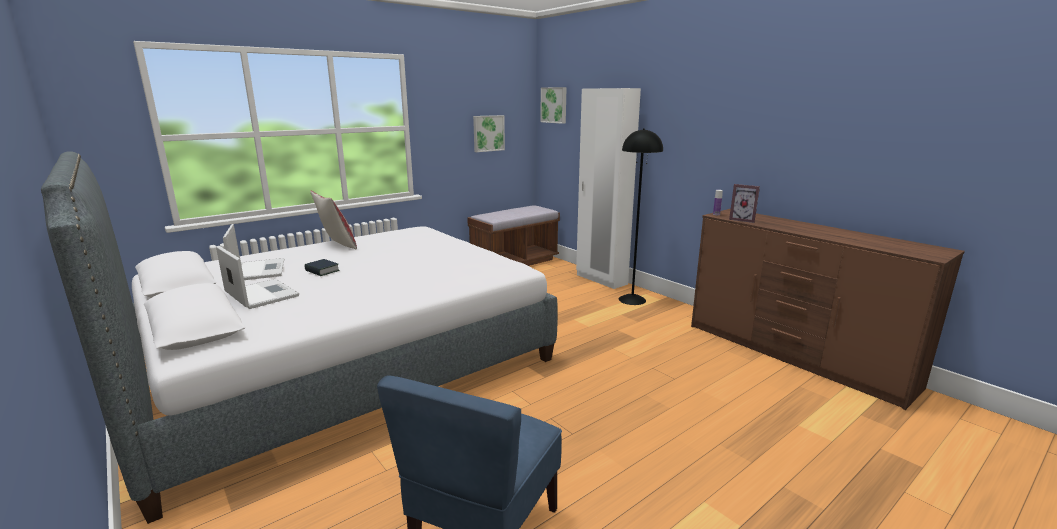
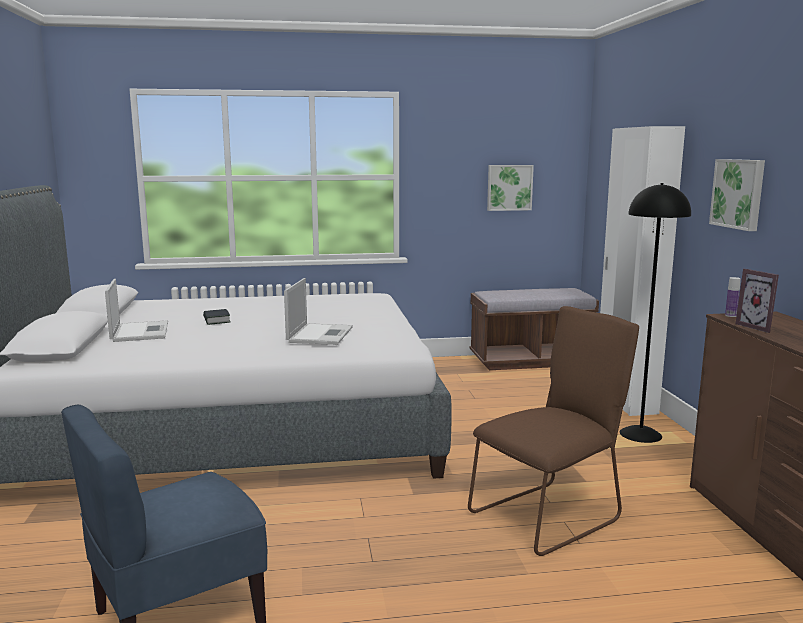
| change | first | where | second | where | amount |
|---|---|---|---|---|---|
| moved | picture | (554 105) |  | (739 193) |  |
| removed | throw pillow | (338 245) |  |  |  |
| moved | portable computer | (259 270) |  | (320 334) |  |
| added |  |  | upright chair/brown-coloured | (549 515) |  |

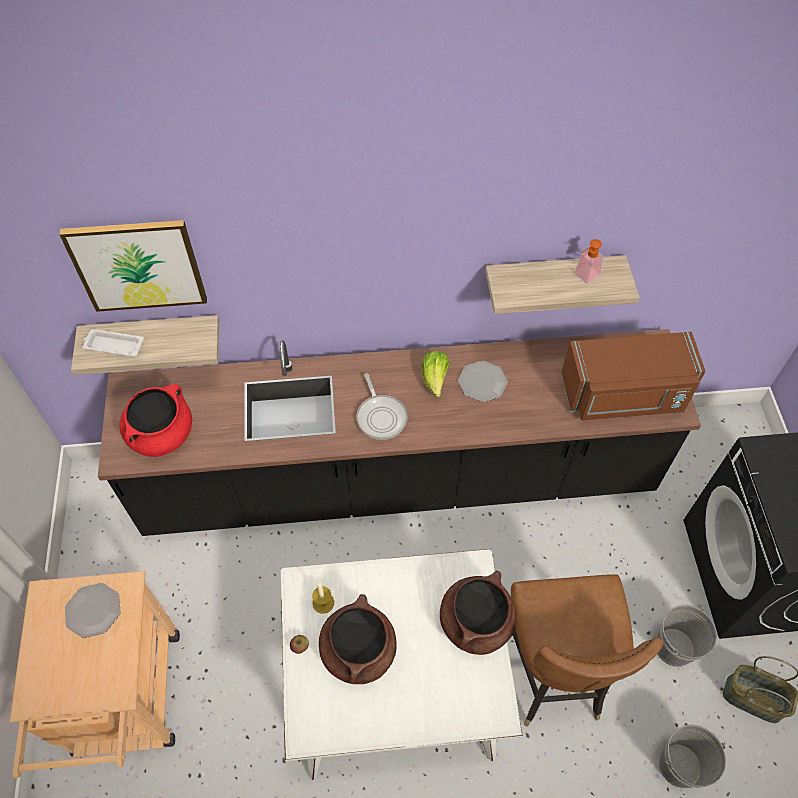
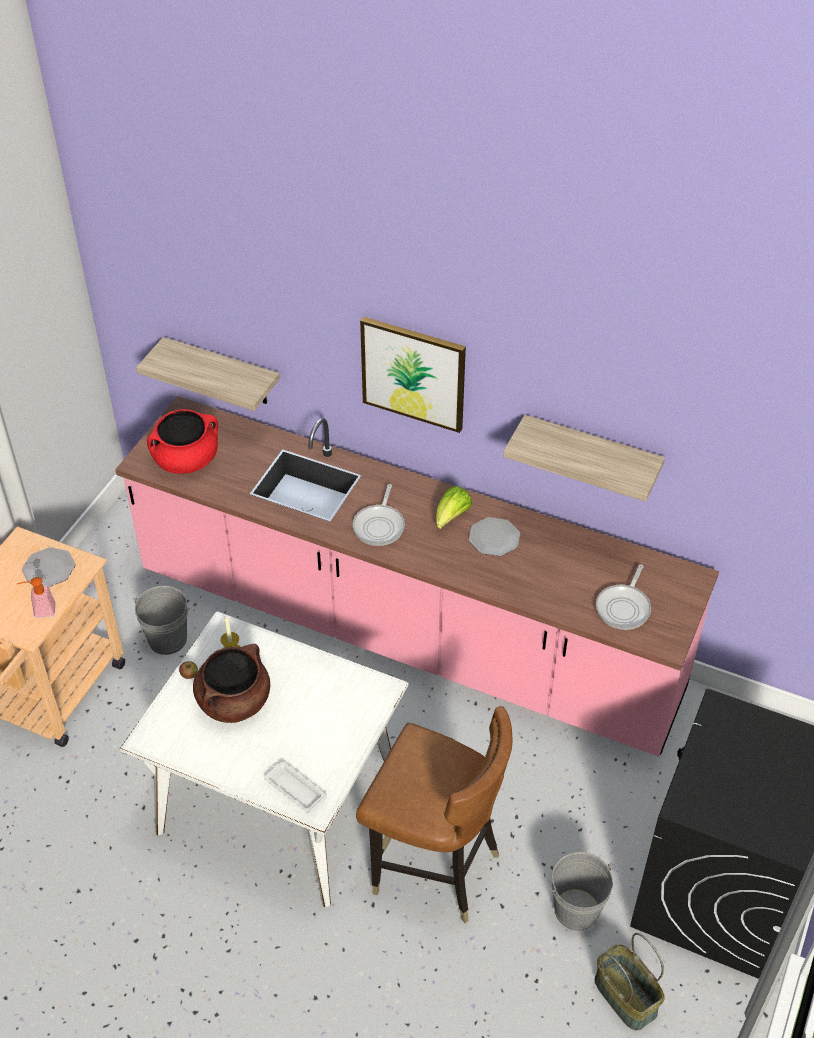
| change | first | where | second | where | amount |
|---|---|---|---|---|---|
| moved | picture | (138 265) |  | (413 373) |  |
| moved | soap bottle | (583 276) |  | (40 610) |  |
| moved | carrying tray/white-coloured | (113 345) |  | (294 789) |  |
| recoloured | kitchen counter/blackish | (399 481) | kitchen counter/pink | (406 633) |  |
| replaced | microwave oven/brown-coloured | (624 395) | pan | (624 607) |  |
| removed | saucepot/brown-coloured | (475 622) |  |  |  |
| turned | upright chair/brown-coloured | (552 674) |  | (434 868) | 90 degrees counterclockwise |
| moved | bucket/gray | (680 765) |  | (168 639) |  |

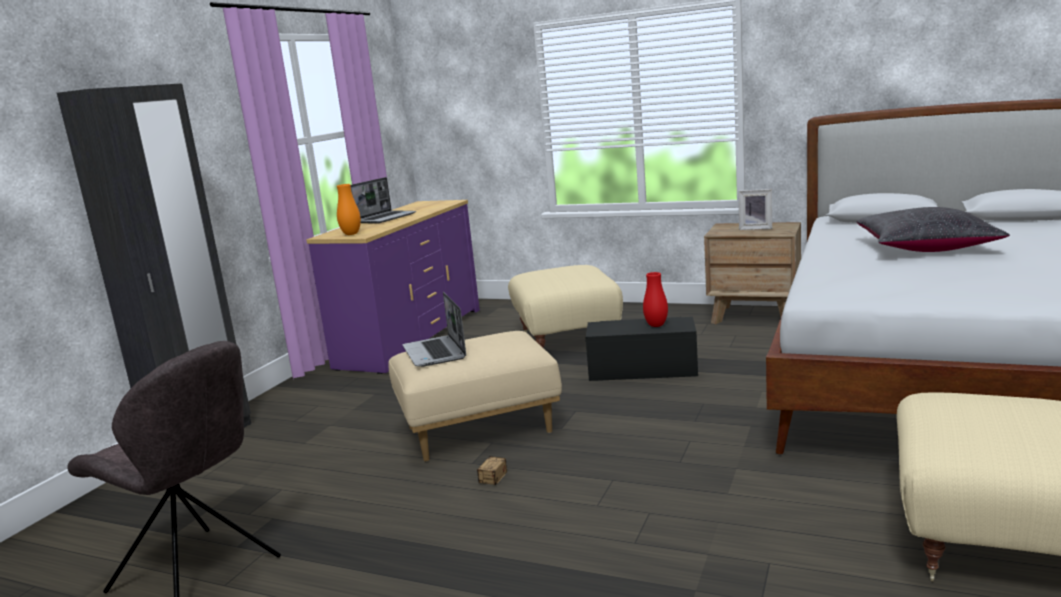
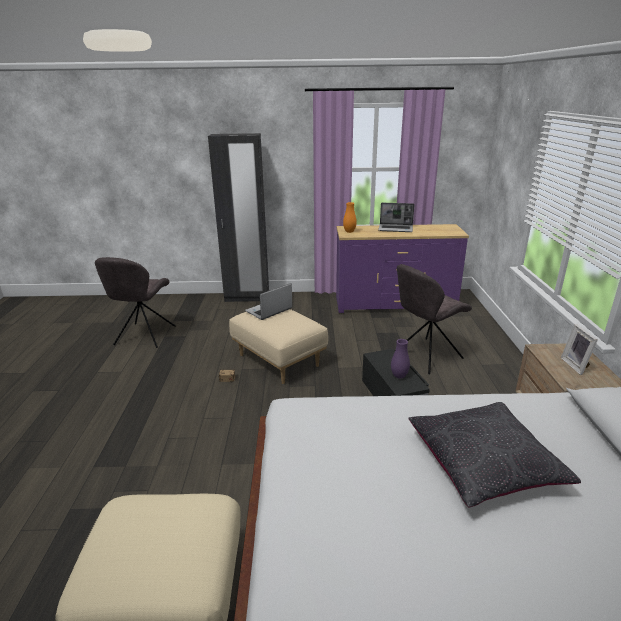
| change | first | where | second | where | amount |
|---|---|---|---|---|---|
| replaced | footrest/beige | (566 341) | upright chair/gray | (425 356) |  |
| recoloured | decorative vase/red | (656 325) | decorative vase/purple-coloured | (399 376) |  |

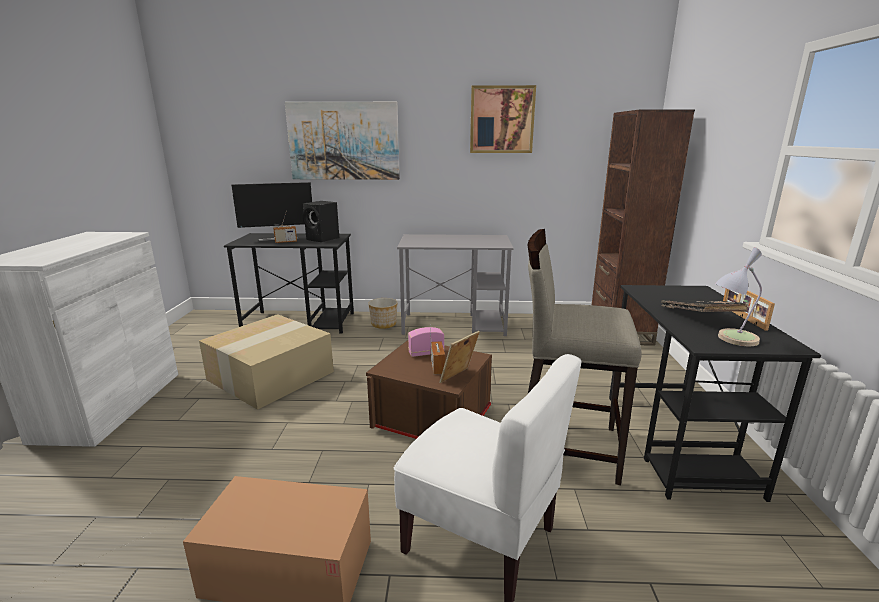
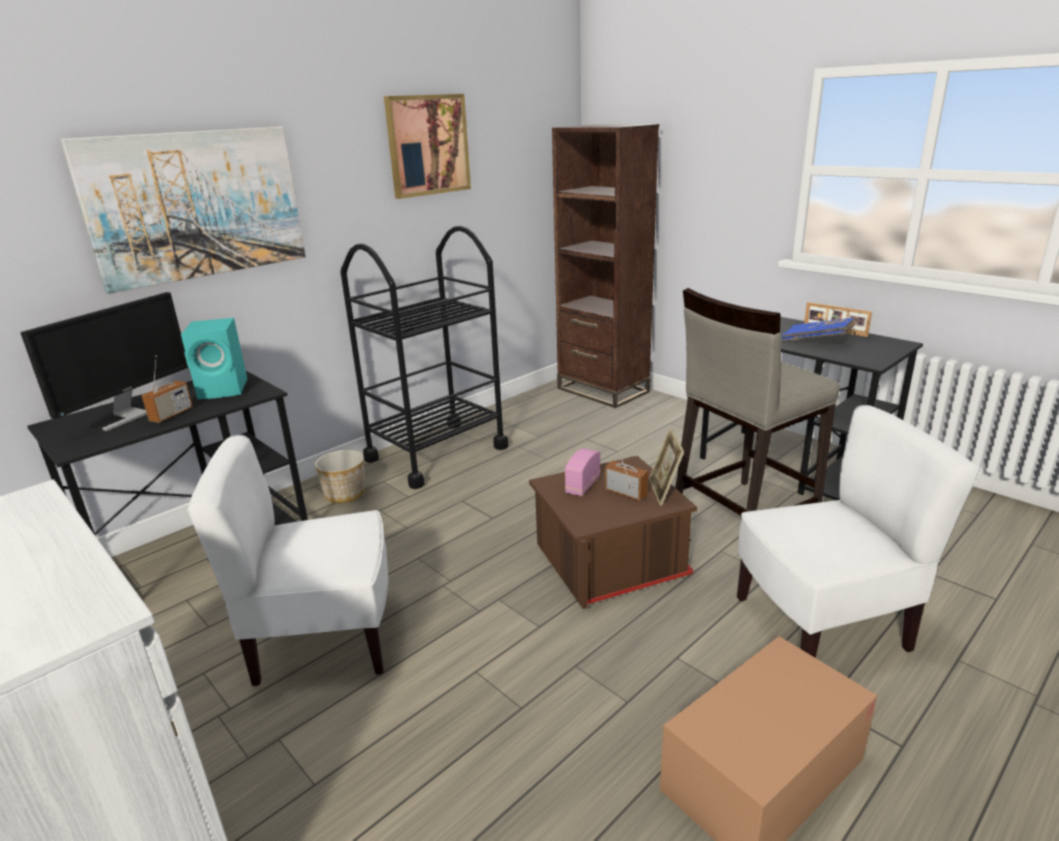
| change | first | where | second | where | amount |
|---|---|---|---|---|---|
| recoloured | audio speaker/blackish | (323 239) | audio speaker/turquoise-coloured | (225 389) |  |
| replaced | desk unit/gray | (455 324) | cart/blackish | (436 453) |  |
| removed | tabletop lamp | (730 339) |  |  |  |
| recoloured | volume/blackish | (699 317) | volume/bluish | (816 341) |  |
| replaced | cardboard box | (271 375) | upright chair/white-coloured | (324 639) |  |

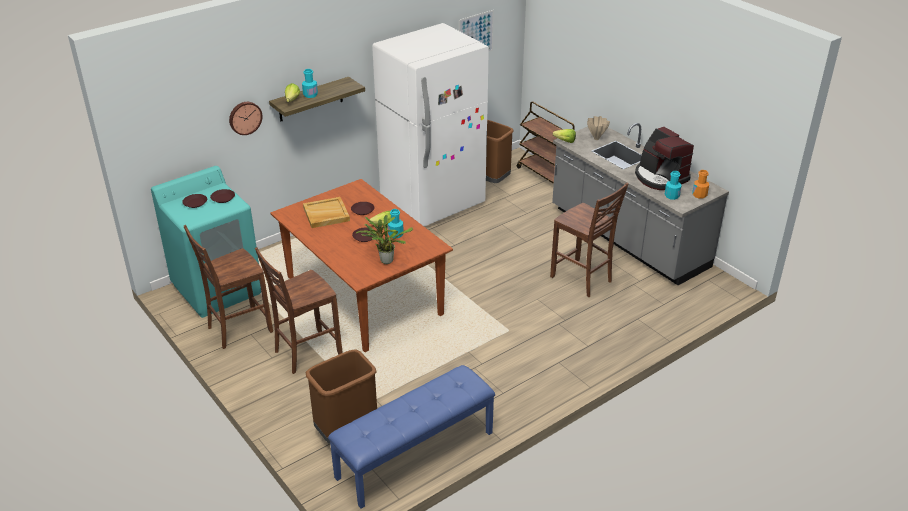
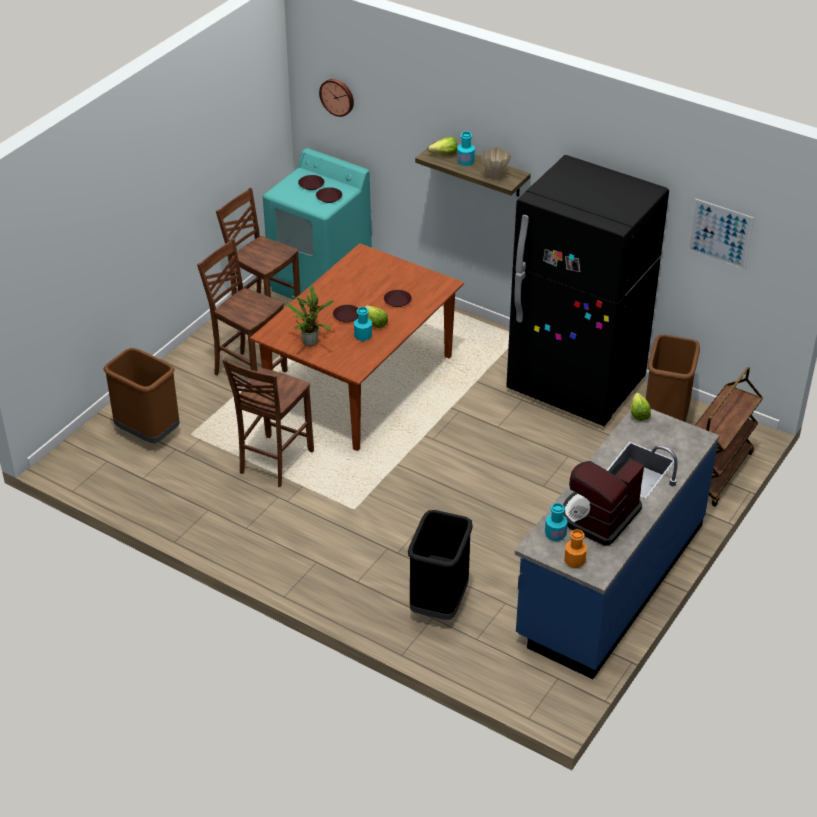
| change | first | where | second | where | amount |
|---|---|---|---|---|---|
| recoloured | fridge/white-coloured | (433 203) | fridge/blackish | (575 387) |  |
| moved | wall clock | (244 117) |  | (337 96) |  |
| moved | decorative vase/beige | (596 138) |  | (495 177) |  |
| recoloured | kitchen counter/gray | (627 238) | kitchen counter/bluish | (610 580) |  |
| moved | upright chair/brown-coloured | (582 279) |  | (274 462) |  |
| removed | carrying tray/beige | (326 214) |  |  |  |
| removed | long seat/bluish | (415 455) |  |  |  |
| added |  |  | trash can/blackish | (438 602) |  |

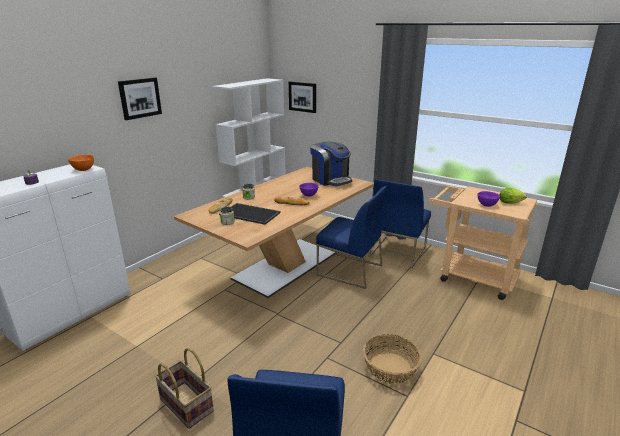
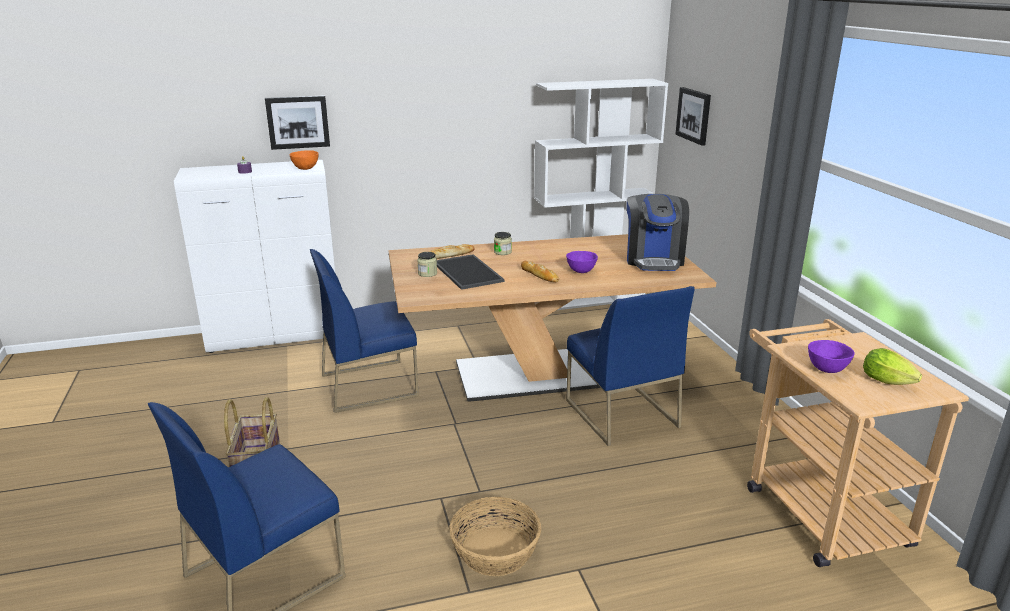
| change | first | where | second | where | amount |
|---|---|---|---|---|---|
| moved | picture | (140 98) |  | (298 122) |  |
| moved | upright chair/bluish | (397 251) |  | (369 385) |  |

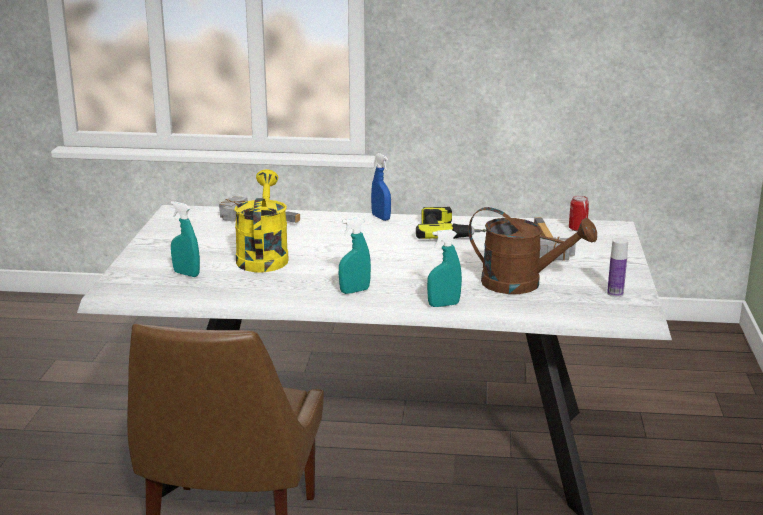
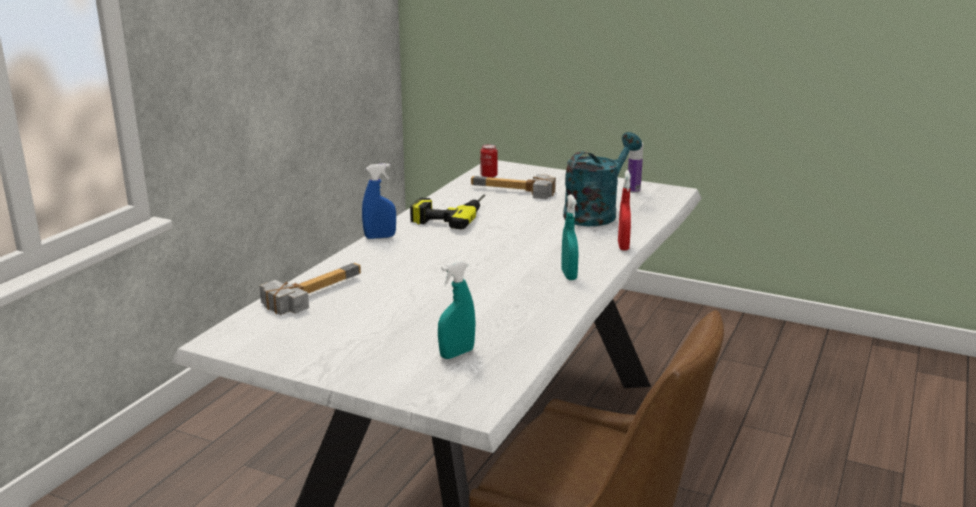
| change | first | where | second | where | amount |
|---|---|---|---|---|---|
| removed | sprinkling can/yellow-coloured | (263 256) |  |  |  |
| recoloured | sprinkling can/brown-coloured | (522 284) | sprinkling can/turquoise-coloured | (595 213) |  |
| recoloured | spray bottle/turquoise-coloured | (443 305) | spray bottle/red | (623 246) |  |

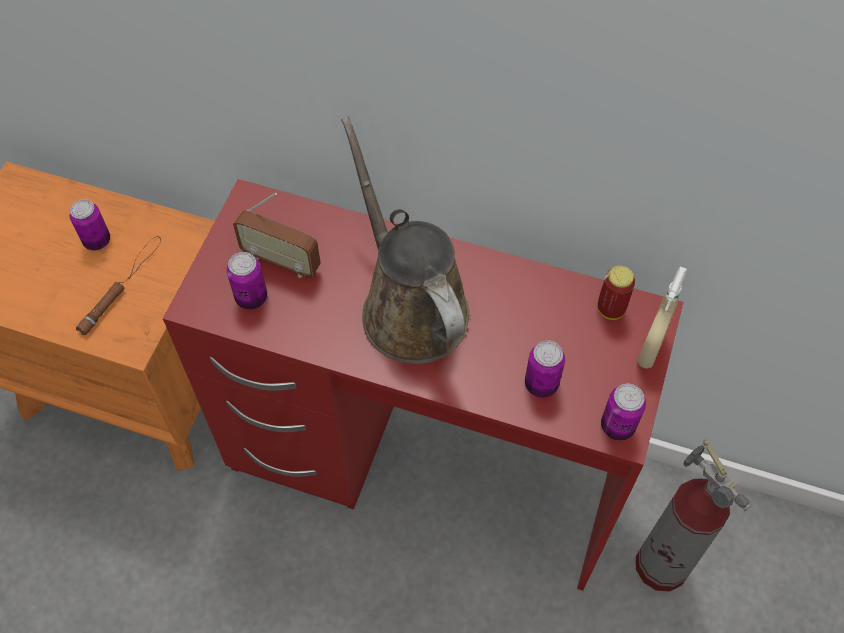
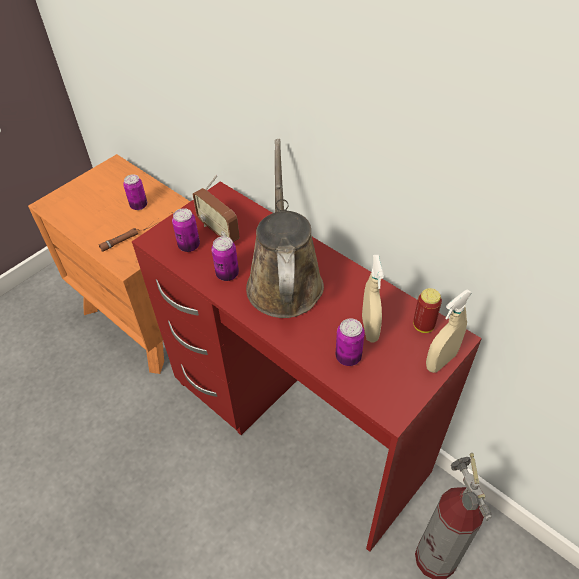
| change | first | where | second | where | amount |
|---|---|---|---|---|---|
| moved | can | (617 426) |  | (227 274) |  |
| added |  |  | spray bottle/beige | (369 329) |  |

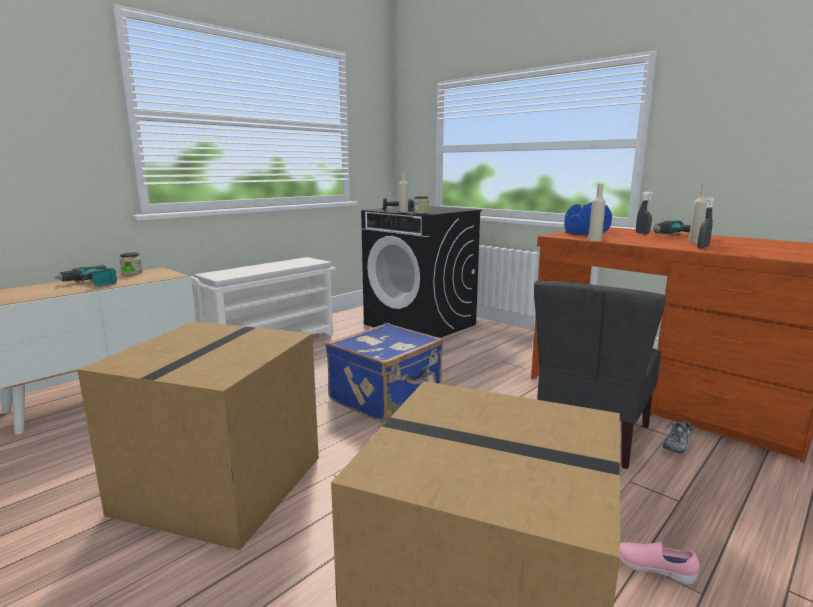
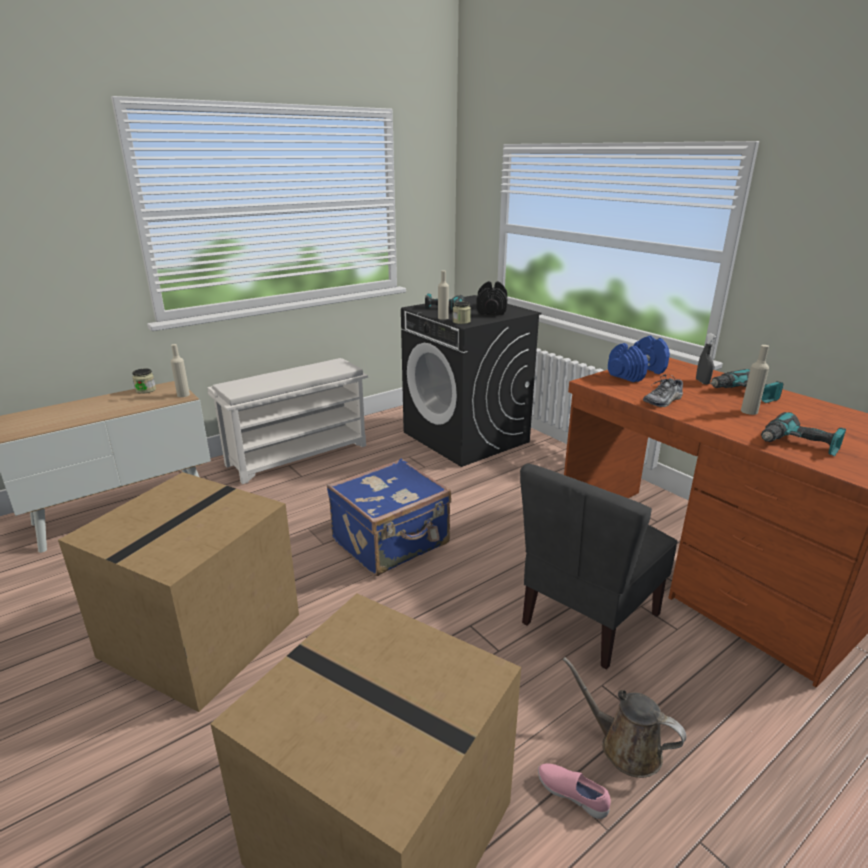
| change | first | where | second | where | amount |
|---|---|---|---|---|---|
| moved | beverage bottle/beige | (595 240) |  | (183 395) |  |
| removed | spray bottle/gray | (702 247) |  |  |  |
| moved | drill | (91 283) |  | (799 445) |  |
| moved | item of footwear | (677 445) |  | (663 401) |  |
| added |  |  | dumbbell/blackish | (491 310) |  |
| added |  |  | sprinkling can/brown-coloured | (624 747) |  |

